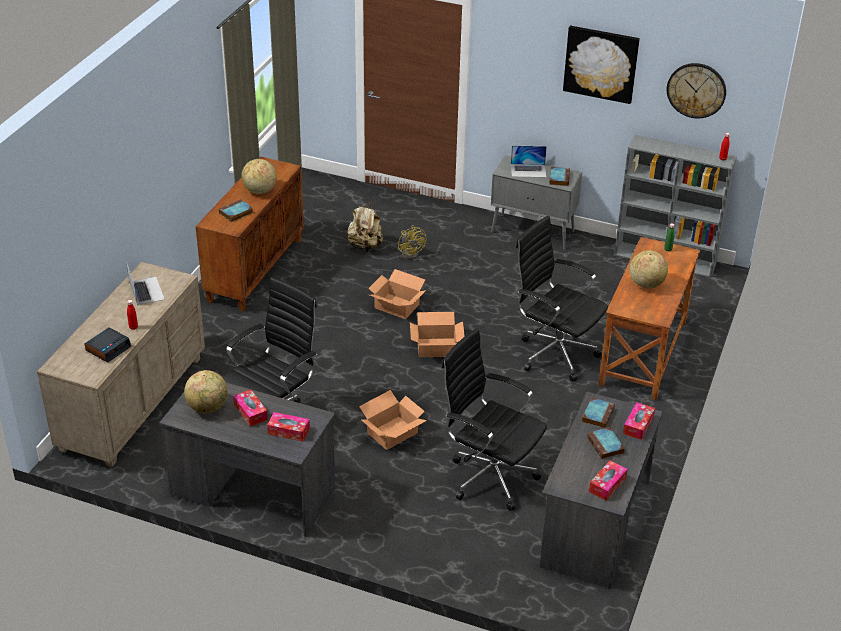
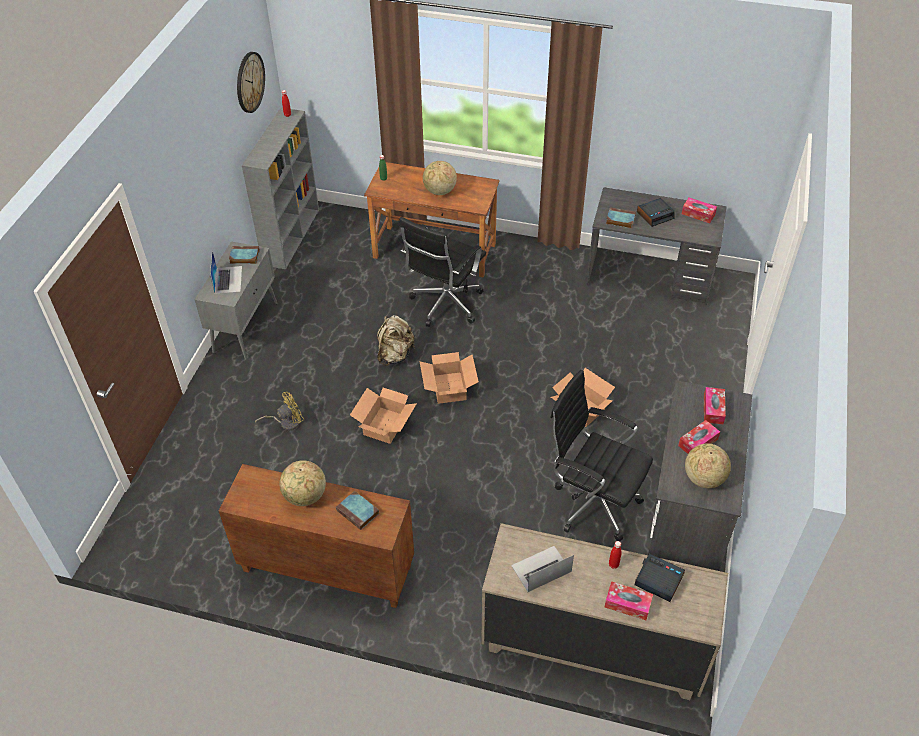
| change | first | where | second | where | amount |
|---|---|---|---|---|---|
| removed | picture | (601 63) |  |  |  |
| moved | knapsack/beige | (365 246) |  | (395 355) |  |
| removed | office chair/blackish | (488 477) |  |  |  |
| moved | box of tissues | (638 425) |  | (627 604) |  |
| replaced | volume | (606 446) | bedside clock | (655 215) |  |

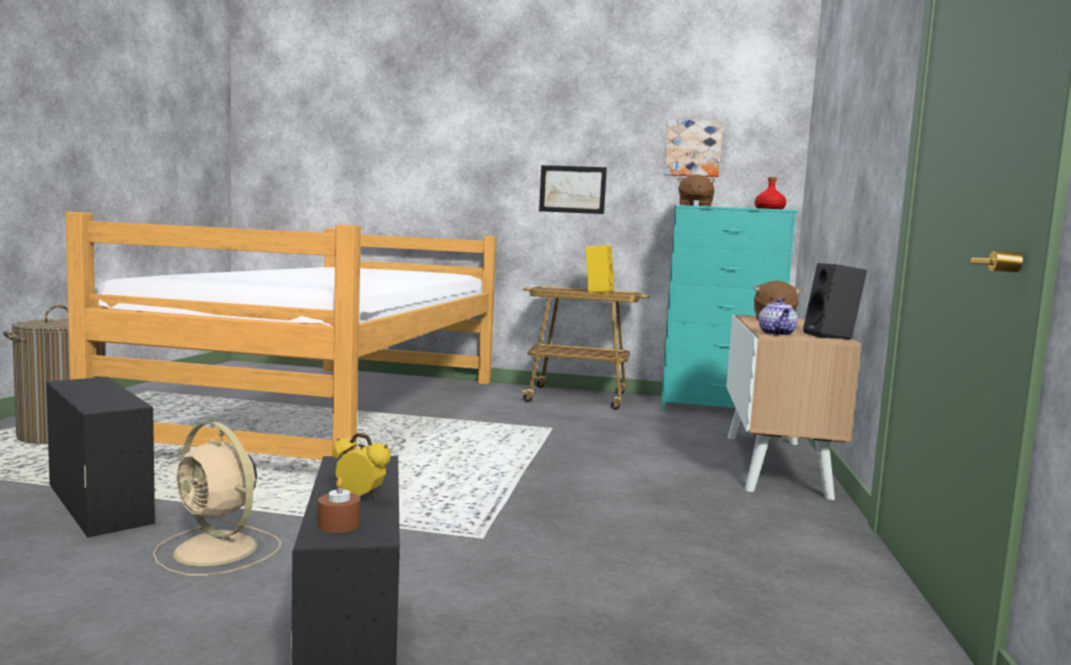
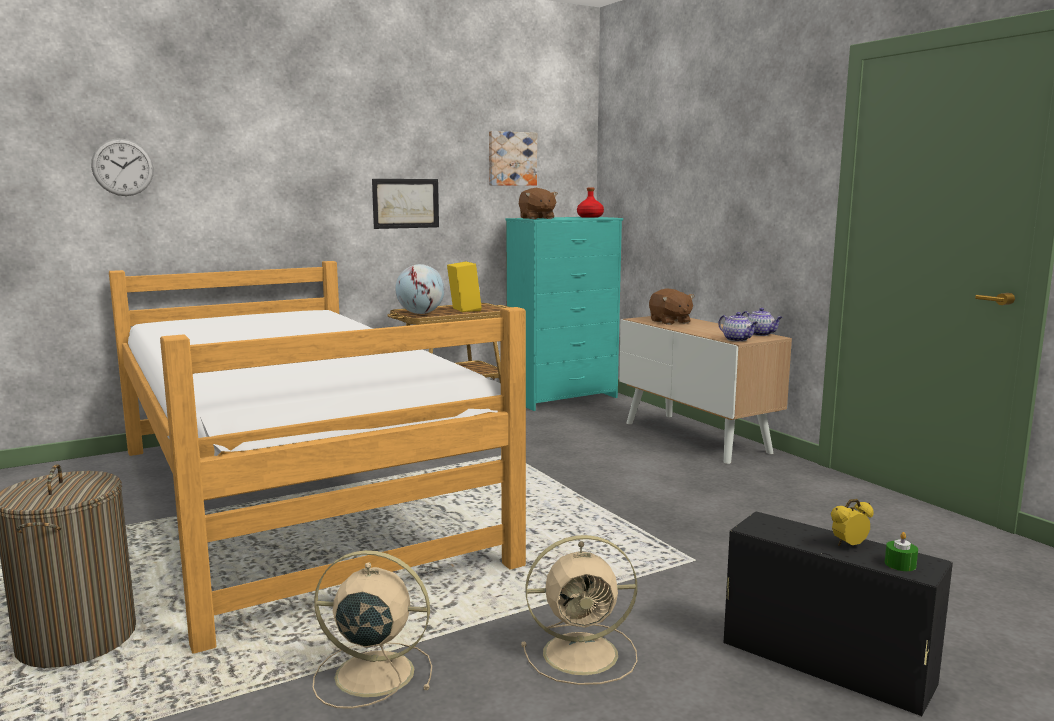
| change | first | where | second | where | amount |
|---|---|---|---|---|---|
| replaced | audio speaker/blackish | (832 336) | teapot | (760 334) |  |
| replaced | storage bin/blackish | (98 502) | cooling fan/beige | (371 673) |  |
| recoloured | wax candle/brown-coloured | (339 524) | wax candle/green | (900 564) |  |
| added |  |  | wall clock | (123 167) |  |
| added |  |  | globe | (421 313) |  |

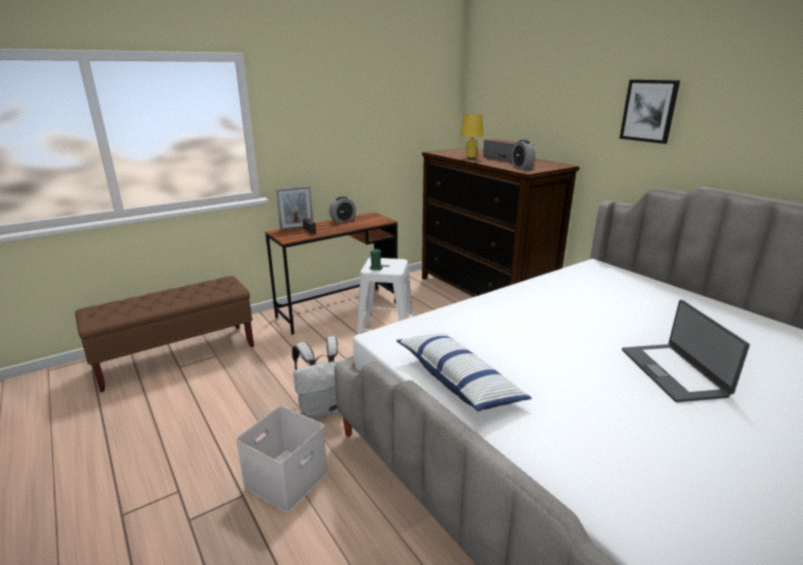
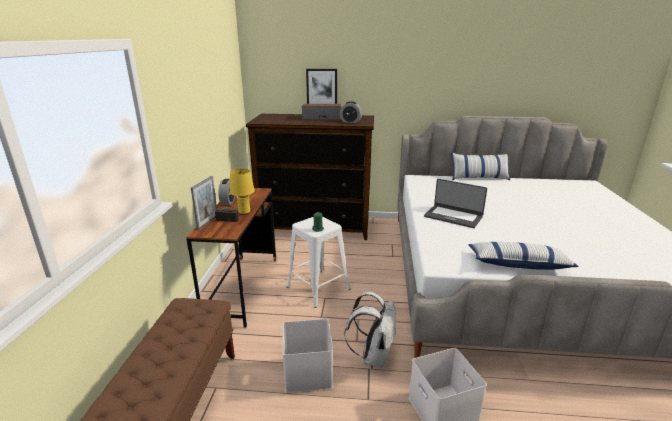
| change | first | where | second | where | amount |
|---|---|---|---|---|---|
| moved | picture | (649 111) |  | (322 87) |  |
| moved | tabletop lamp/yellow-coloured | (471 158) |  | (244 212) |  |
| moved | portable computer | (674 372) |  | (453 216) |  |
| added |  |  | throw pillow | (479 178) |  |
| added |  |  | storage bin/white-coloured | (306 372) |  |

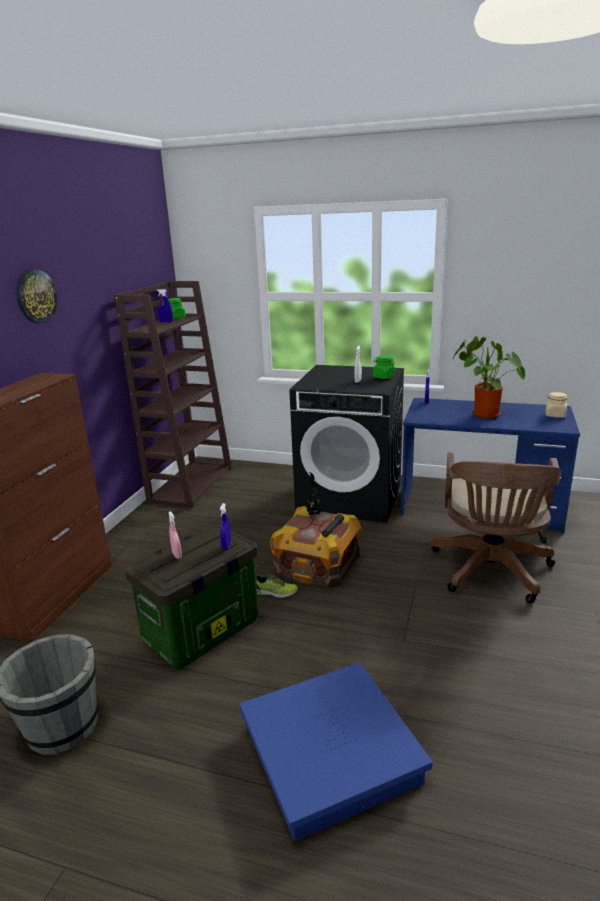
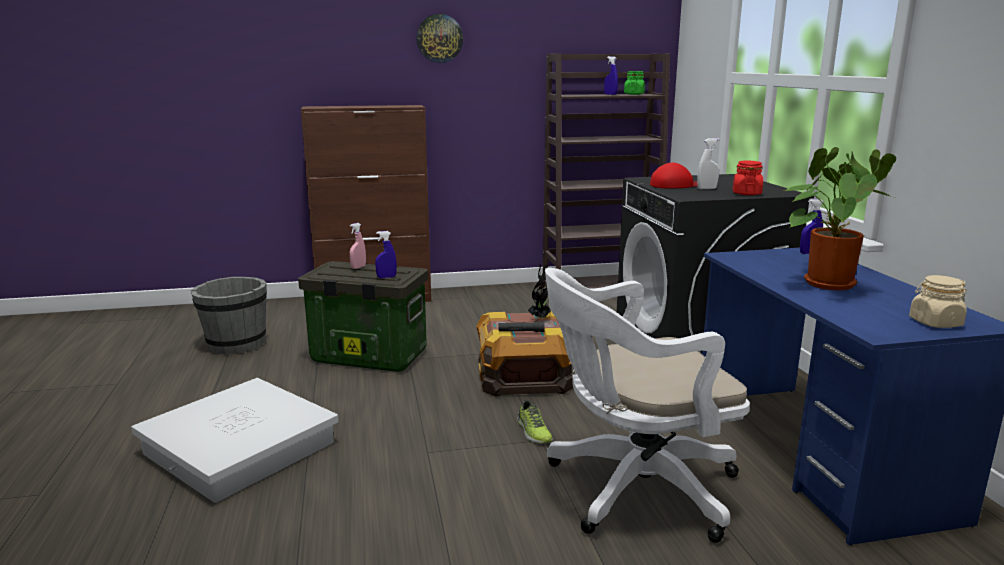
| change | first | where | second | where | amount |
|---|---|---|---|---|---|
| recoloured | storage jar/green | (383 377) | storage jar/red | (746 193) |  |
| recoloured | office chair/brown-coloured | (491 572) | office chair/white-coloured | (633 489) |  |
| moved | item of footwear | (274 592) |  | (533 432) |  |
| recoloured | storage bin/bluish | (329 754) | storage bin/white-coloured | (239 448) |  |
| added |  |  | peaked cap/red | (675 185) |  |

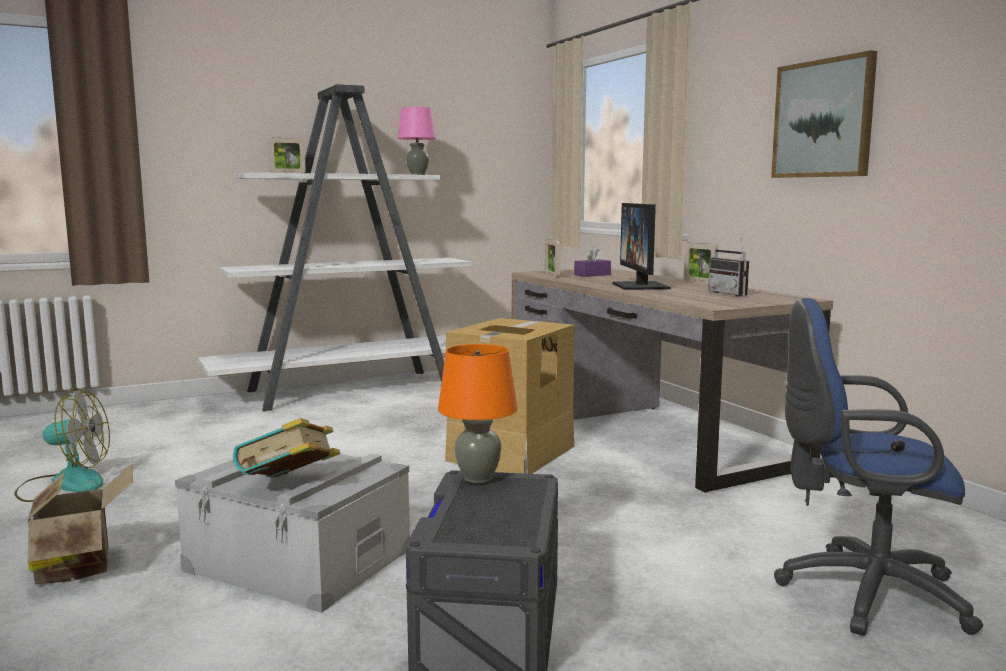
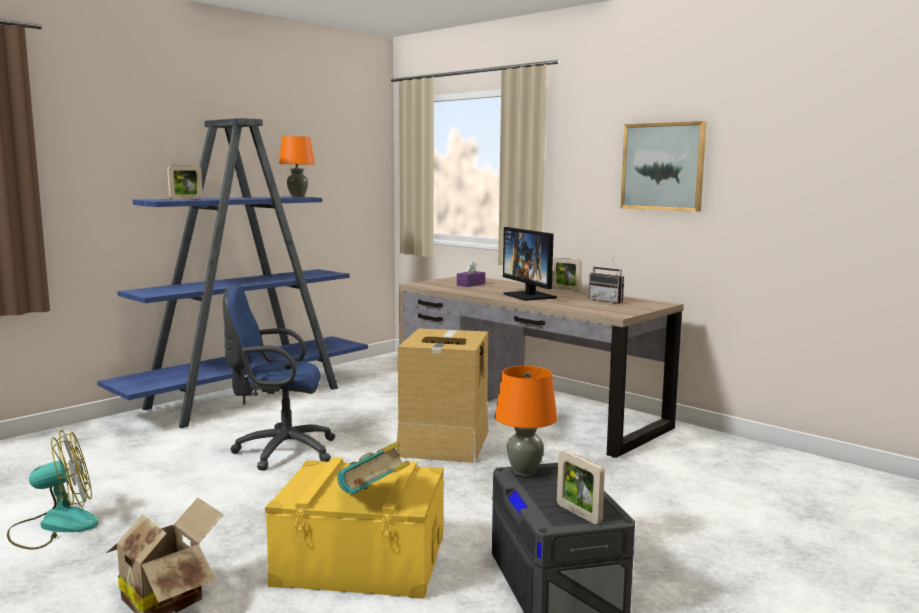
| change | first | where | second | where | amount |
|---|---|---|---|---|---|
| recoloured | shelving unit/white-coloured | (353 390) | shelving unit/bluish | (247 397) |  |
| recoloured | tabletop lamp/pink | (417 174) | tabletop lamp/orange | (297 196) |  |
| moved | standing frame | (552 276) |  | (578 514) |  |
| moved | office chair/bluish | (862 593) |  | (280 451) |  |
| recoloured | storage bin/gray | (299 560) | storage bin/yellow-coloured | (361 560) |  |

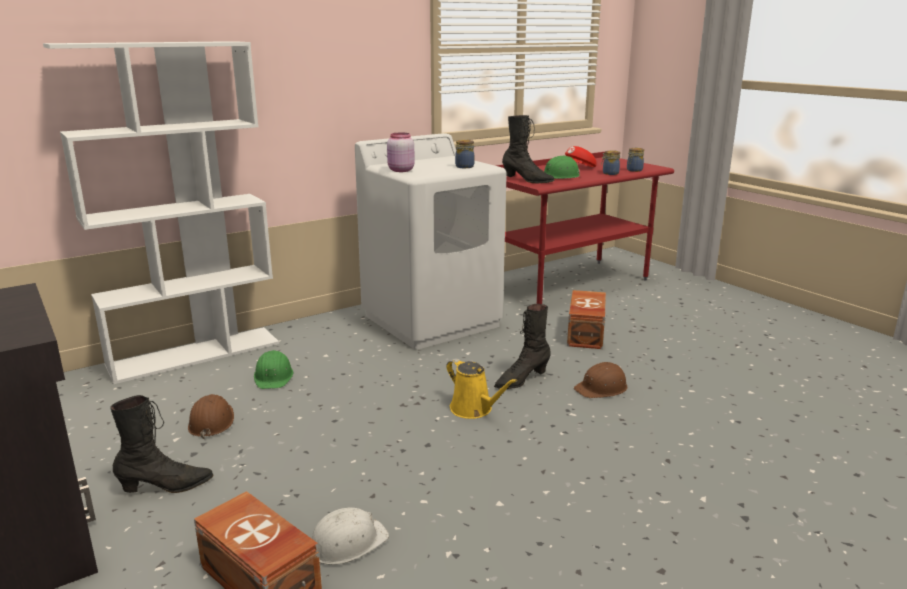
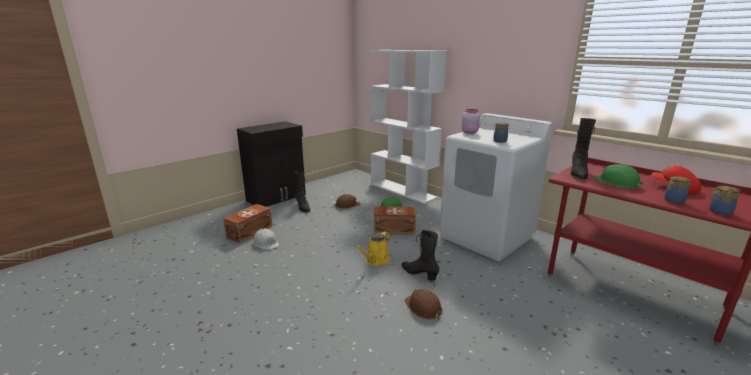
| change | first | where | second | where | amount |
|---|---|---|---|---|---|
| moved | storage bin/brown-coloured | (584 334) |  | (393 228) |  |

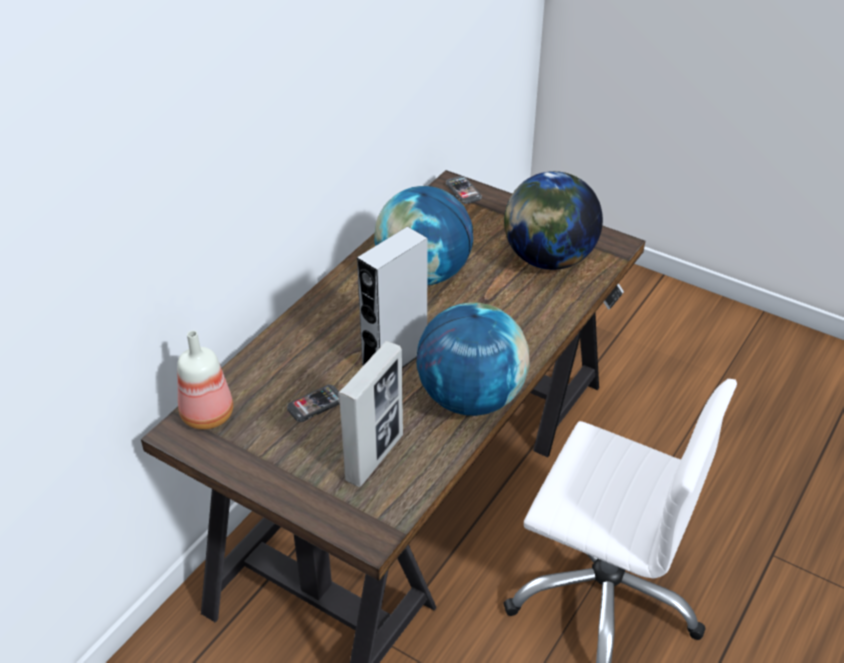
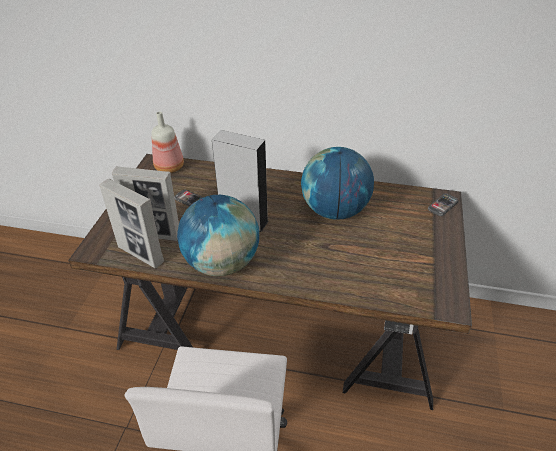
| change | first | where | second | where | amount |
|---|---|---|---|---|---|
| removed | globe | (548 259) |  |  |  |
| added |  |  | standing frame | (141 254) |  |

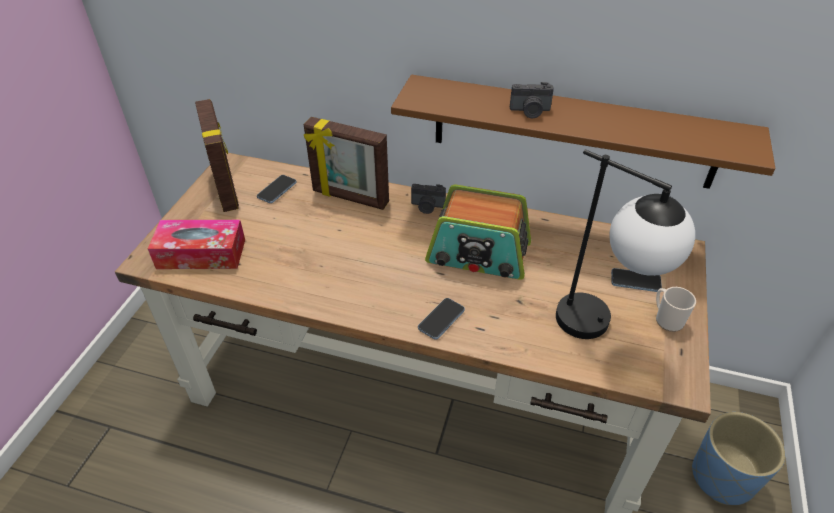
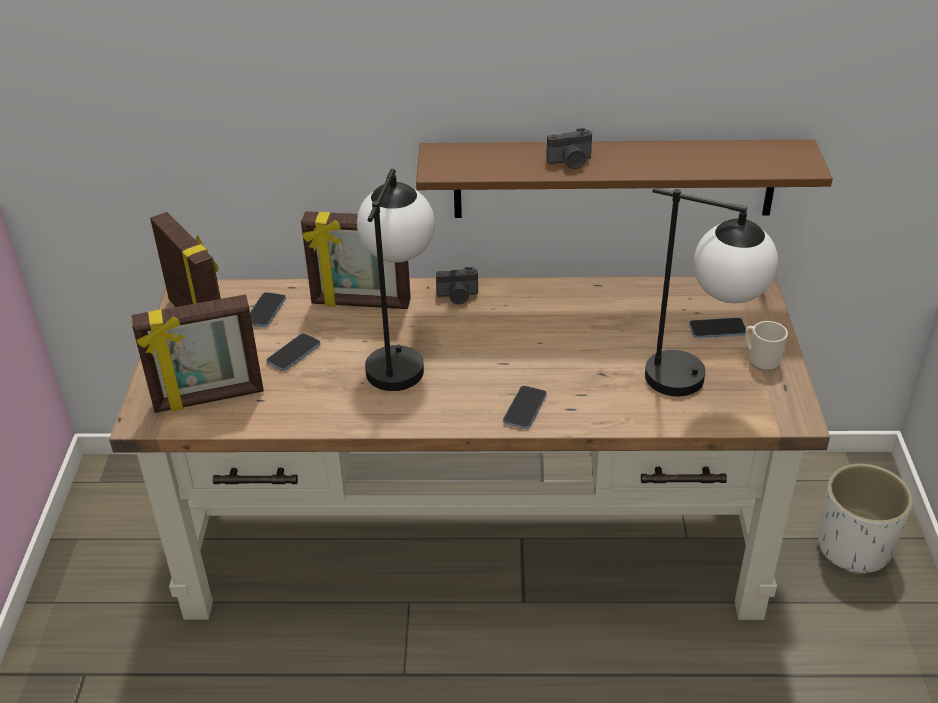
| change | first | where | second | where | amount |
|---|---|---|---|---|---|
| removed | radio | (478 254) |  |  |  |
| replaced | box of tissues | (201 254) | standing frame | (209 398) |  |
| recoloured | planter/bluish | (723 477) | planter/white-coloured | (854 548) |  |
| added |  |  | tabletop lamp | (400 356) |  |
| added |  |  | handset | (294 354) |  |

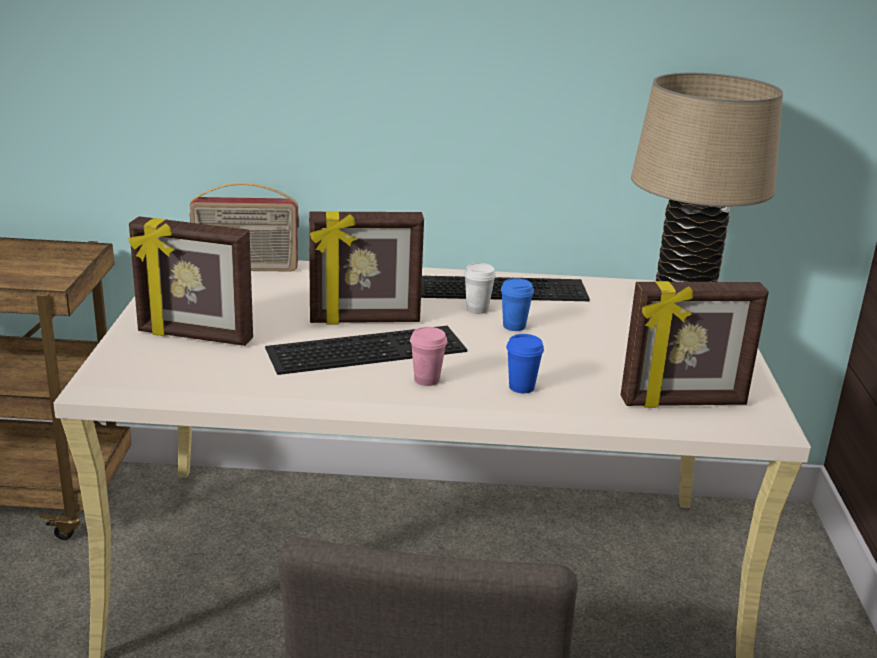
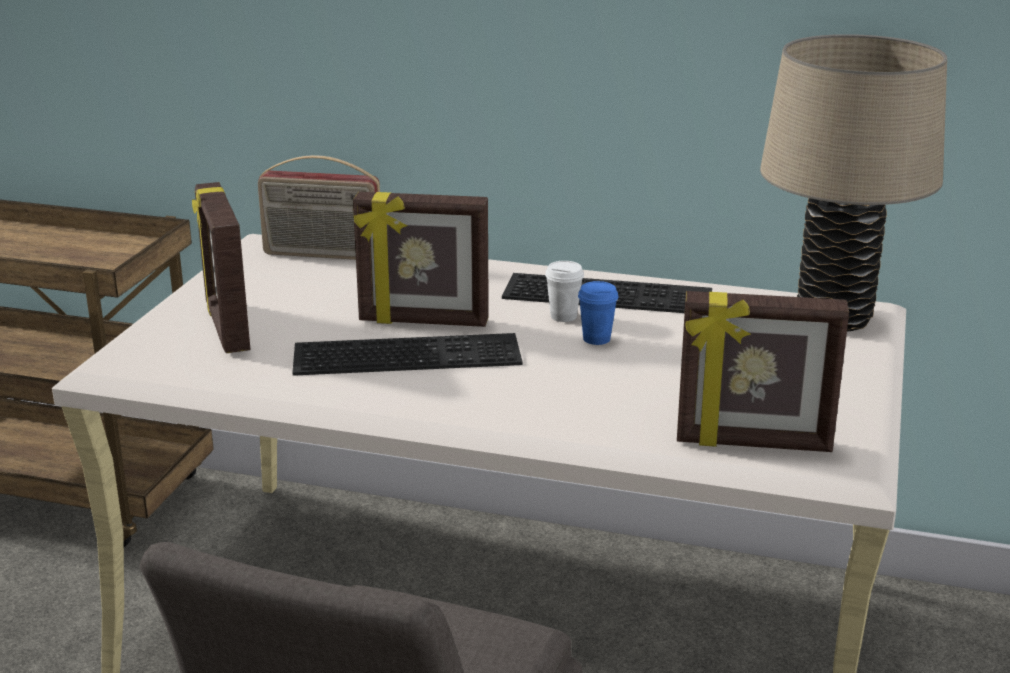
| change | first | where | second | where | amount |
|---|---|---|---|---|---|
| turned | standing frame | (194 337) |  | (226 327) | 45 degrees clockwise |
| removed | small cup/pink | (426 380) |  |  |  |
| removed | small cup/bluish | (521 387) |  |  |  |

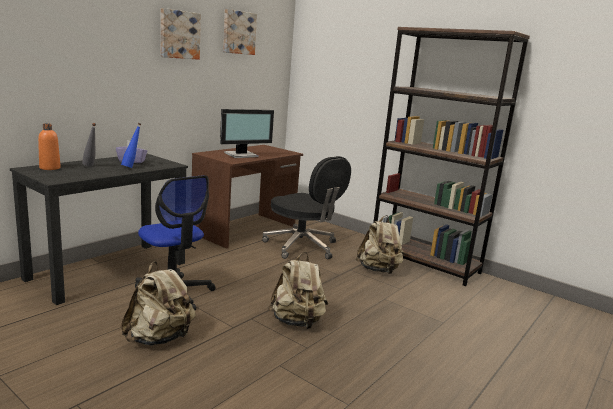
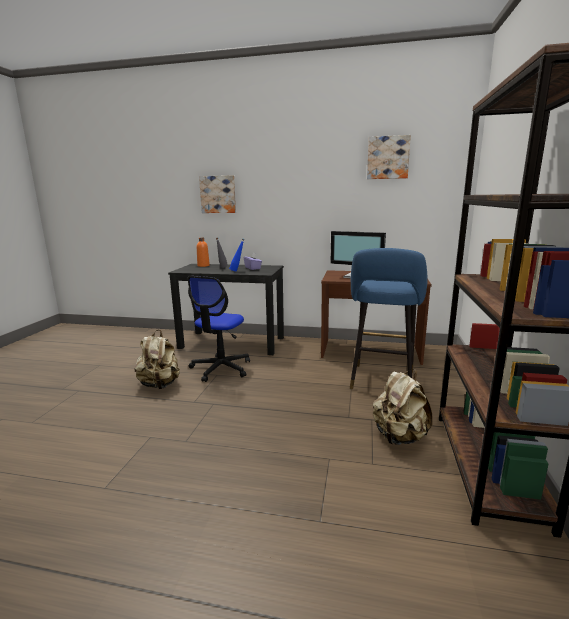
| change | first | where | second | where | amount |
|---|---|---|---|---|---|
| moved | picture | (179 34) |  | (218 194) |  |
| replaced | office chair/blackish | (302 247) | stool seat/bluish | (381 382) |  |
| removed | knapsack/beige | (297 322) |  |  |  |

